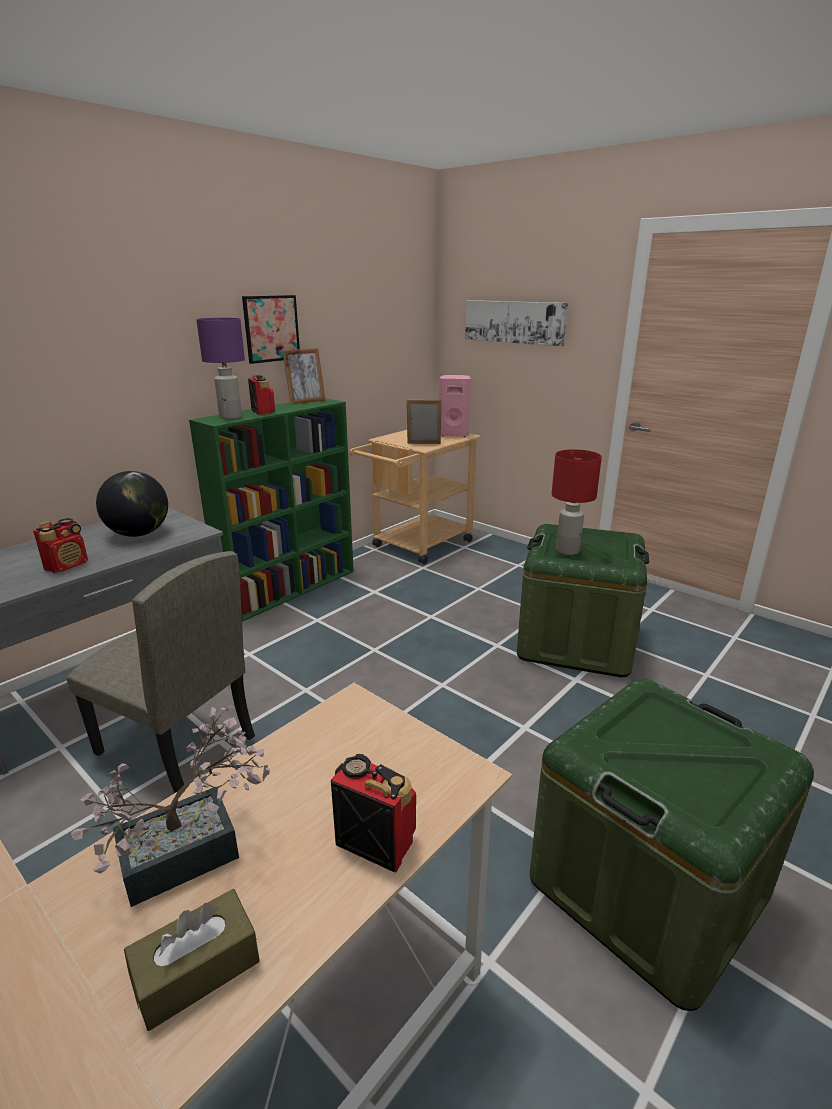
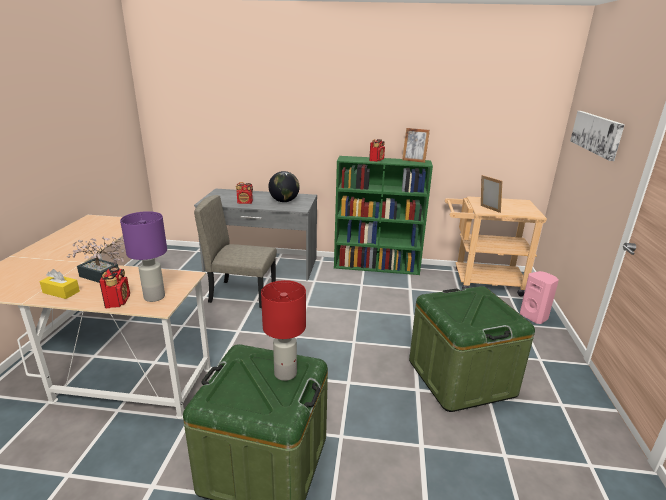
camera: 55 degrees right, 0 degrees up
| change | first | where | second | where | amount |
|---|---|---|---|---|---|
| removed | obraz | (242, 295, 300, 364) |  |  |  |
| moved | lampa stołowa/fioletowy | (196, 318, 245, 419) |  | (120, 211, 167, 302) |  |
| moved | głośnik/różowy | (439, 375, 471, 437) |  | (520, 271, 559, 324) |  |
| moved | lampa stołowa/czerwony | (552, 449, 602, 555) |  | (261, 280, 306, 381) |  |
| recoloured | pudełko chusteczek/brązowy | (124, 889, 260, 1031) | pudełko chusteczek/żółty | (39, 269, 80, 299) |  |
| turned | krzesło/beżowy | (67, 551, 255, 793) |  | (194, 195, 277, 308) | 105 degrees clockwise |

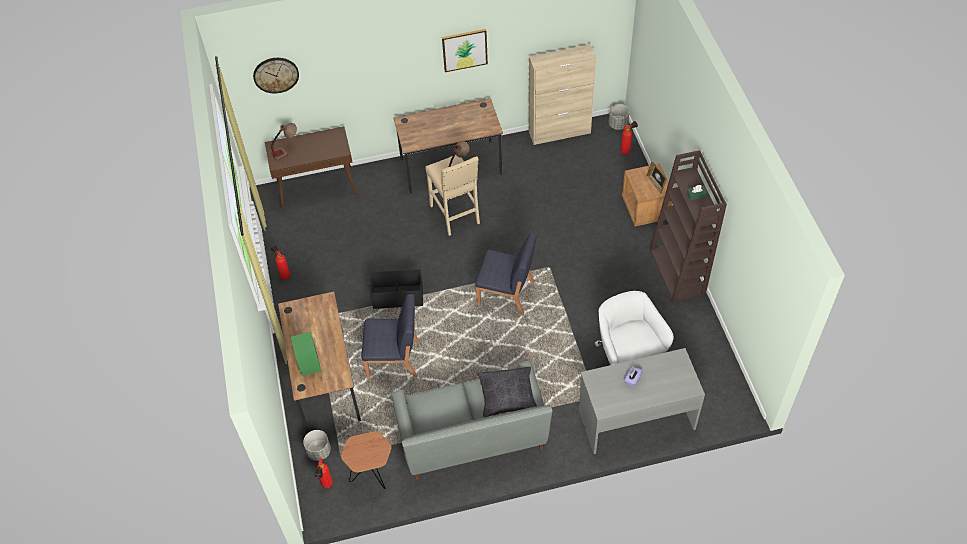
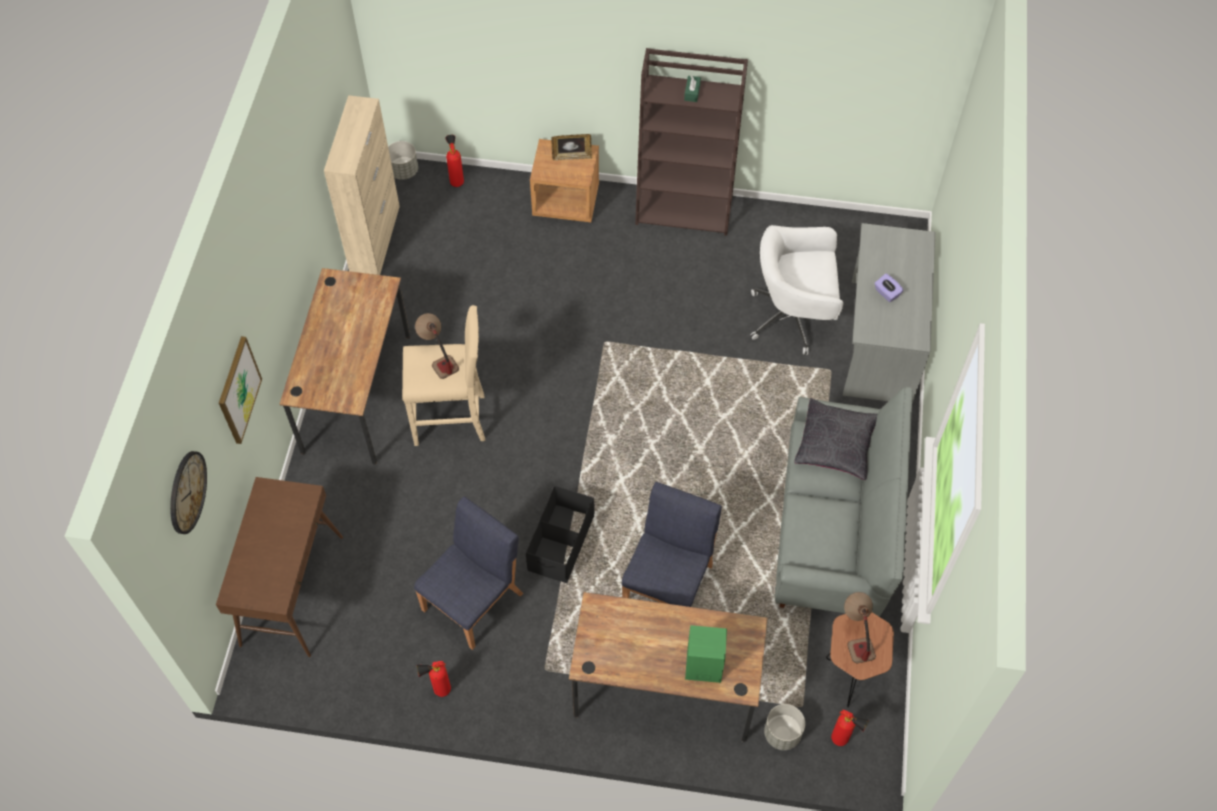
camera: 70 degrees left, 5 degrees up
| change | first | where | second | where | amount |
|---|---|---|---|---|---|
| moved | lampa stołowa | (271, 123, 297, 160) |  | (844, 592, 876, 664) |  |
| moved | obraz | (442, 29, 488, 72) |  | (219, 336, 262, 444) |  |
| moved | krzesło/niebieski | (475, 234, 537, 316) |  | (414, 496, 523, 650) |  |

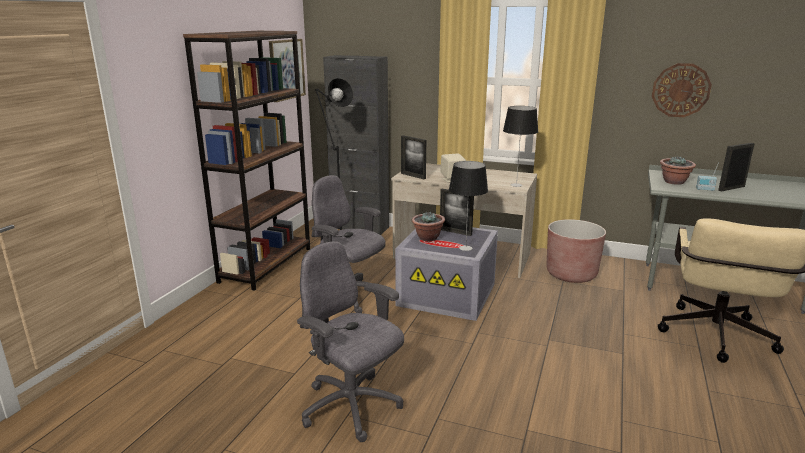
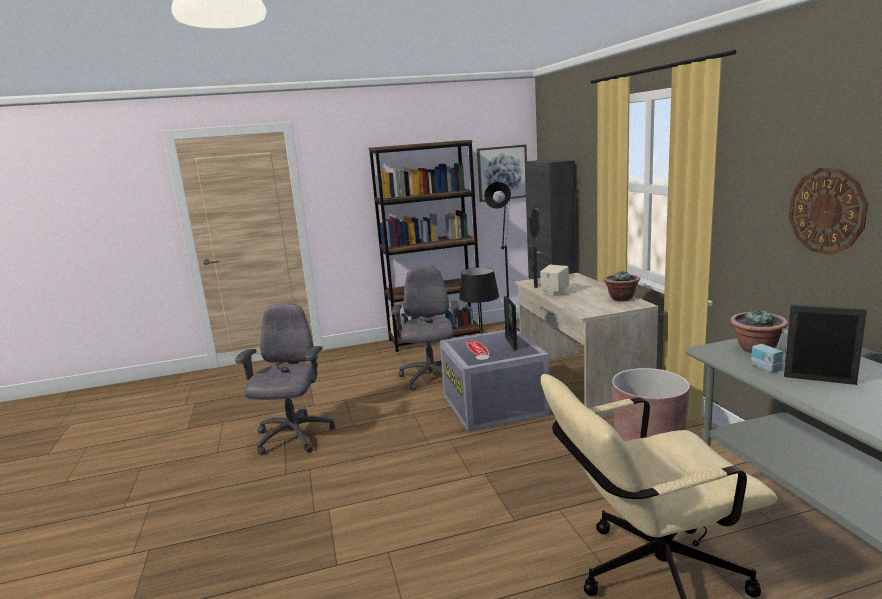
camera: 55 degrees right, 5 degrees down
| change | first | where | second | where | amount |
|---|---|---|---|---|---|
| removed | lampa stołowa | (503, 106, 538, 187) |  |  |  |
| moved | roślina doniczkowa | (412, 211, 445, 241) |  | (604, 270, 640, 301) |  |

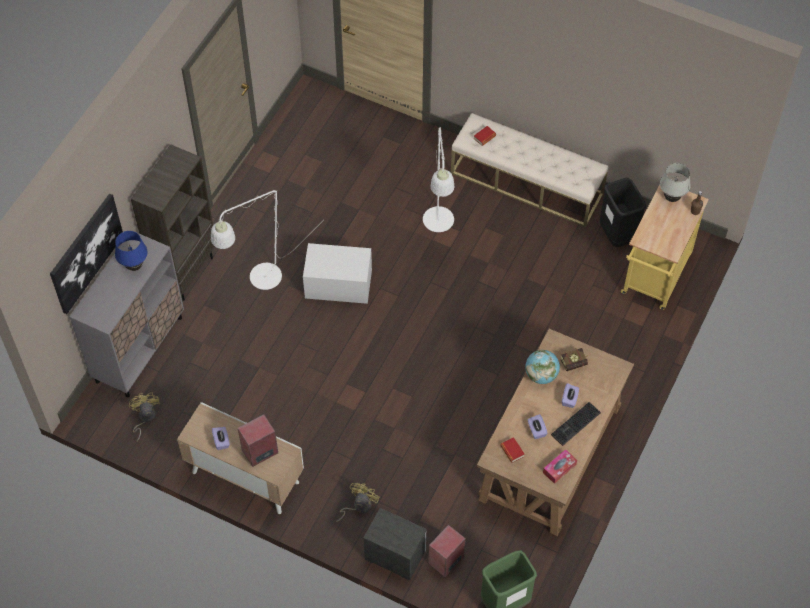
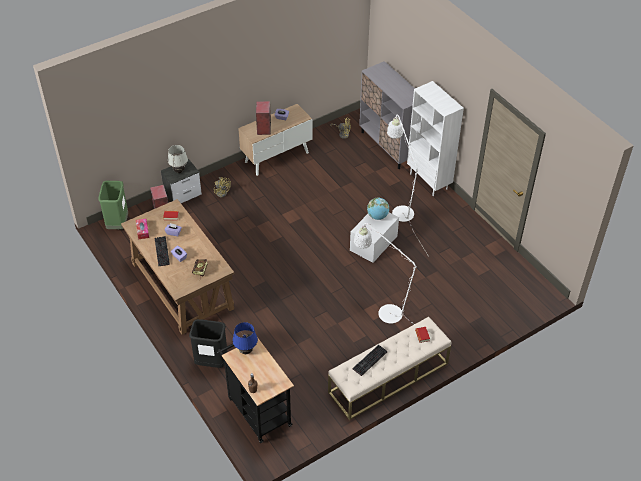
camera: 120 degrees right, 10 degrees down
| change | first | where | second | where | amount |
|---|---|---|---|---|---|
| removed | obraz | (50, 193, 123, 314) |  |  |  |
| added |  |  | klawiatura | (353, 345, 388, 376) |  |
| moved | lampa stołowa/niebieski | (115, 231, 148, 271) |  | (233, 322, 258, 354) |  |
| moved | globus | (525, 350, 560, 384) |  | (367, 198, 389, 220) |  |
| moved | kosz na śmieci/czarny | (600, 178, 646, 247) |  | (189, 319, 227, 368) |  |
| moved | lampa stołowa/biały | (660, 163, 691, 202) |  | (168, 145, 188, 173) |  |
| recoloured | regał/brązowy | (131, 144, 215, 301) | regał/biały | (407, 81, 464, 196) |  |
| recoloured | wózek/żółty | (621, 185, 709, 310) | wózek/czarny | (217, 334, 294, 443) |  |

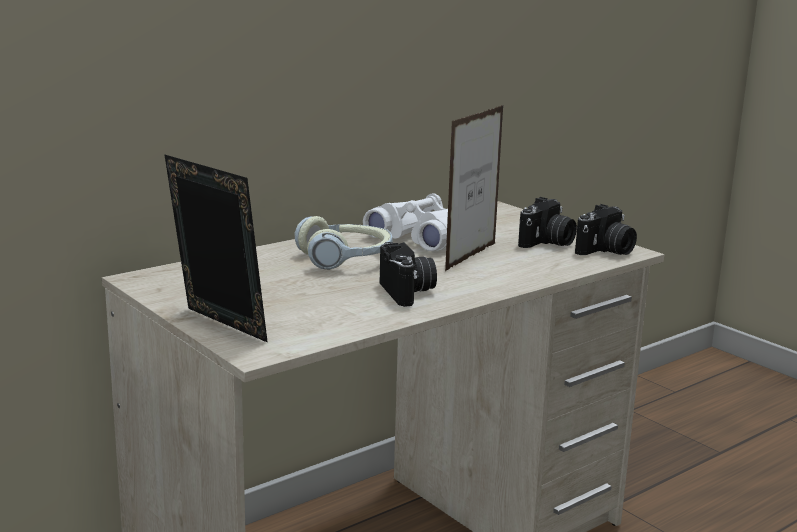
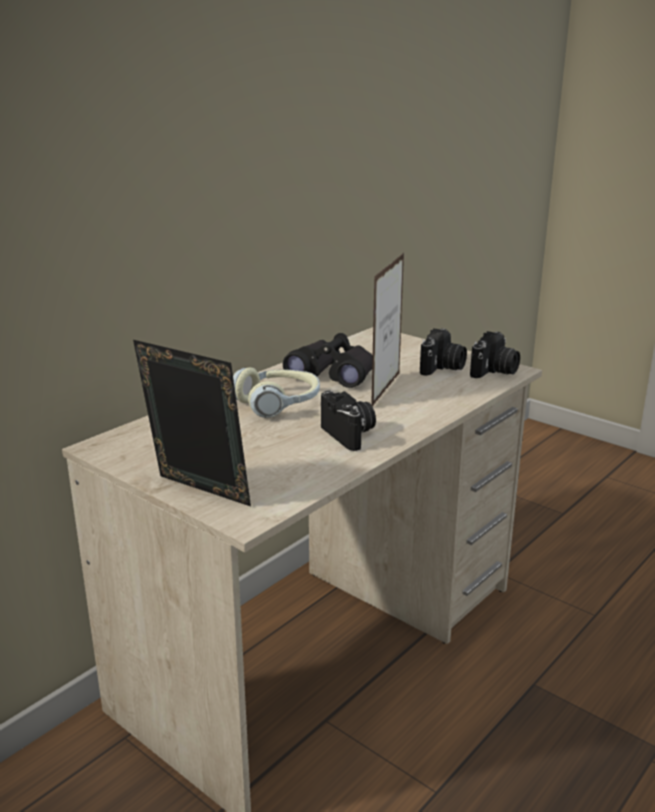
camera: 10 degrees left, 5 degrees up
| change | first | where | second | where | amount |
|---|---|---|---|---|---|
| recoloured | lornetka/biały | (363, 193, 448, 251) | lornetka/czarny | (283, 333, 373, 388) |  |

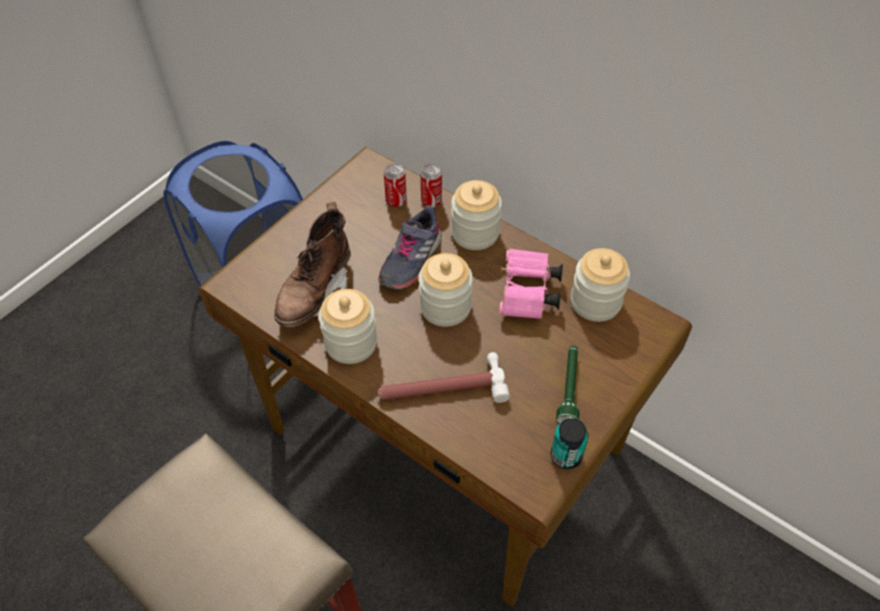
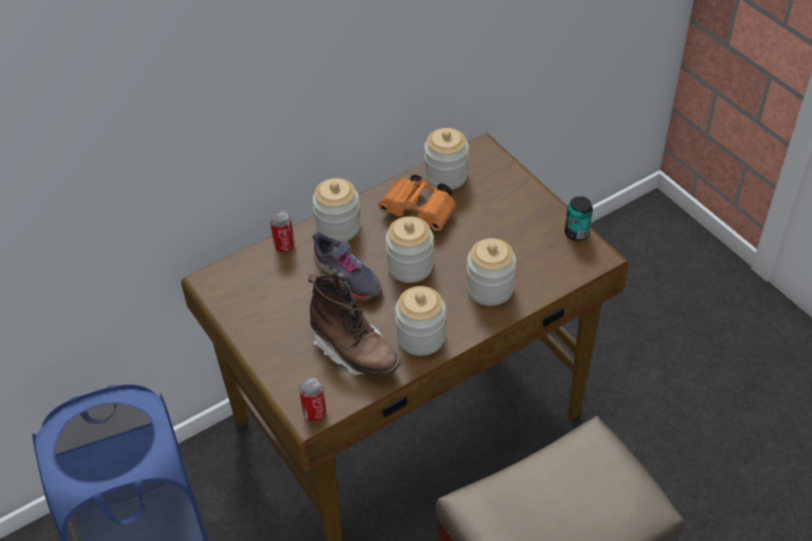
camera: 70 degrees left, 5 degrees down
| change | first | where | second | where | amount |
|---|---|---|---|---|---|
| removed | latarka/zielony | (556, 346, 579, 424) |  |  |  |
| moved | puszka | (384, 163, 407, 208) |  | (299, 377, 326, 422) |  |
| replaced | młotek | (377, 352, 510, 403) | słoik | (467, 238, 516, 306) |  |
| recoloured | lornetka/różowy | (499, 248, 563, 319) | lornetka/pomarańczowy | (378, 175, 456, 231) |  |

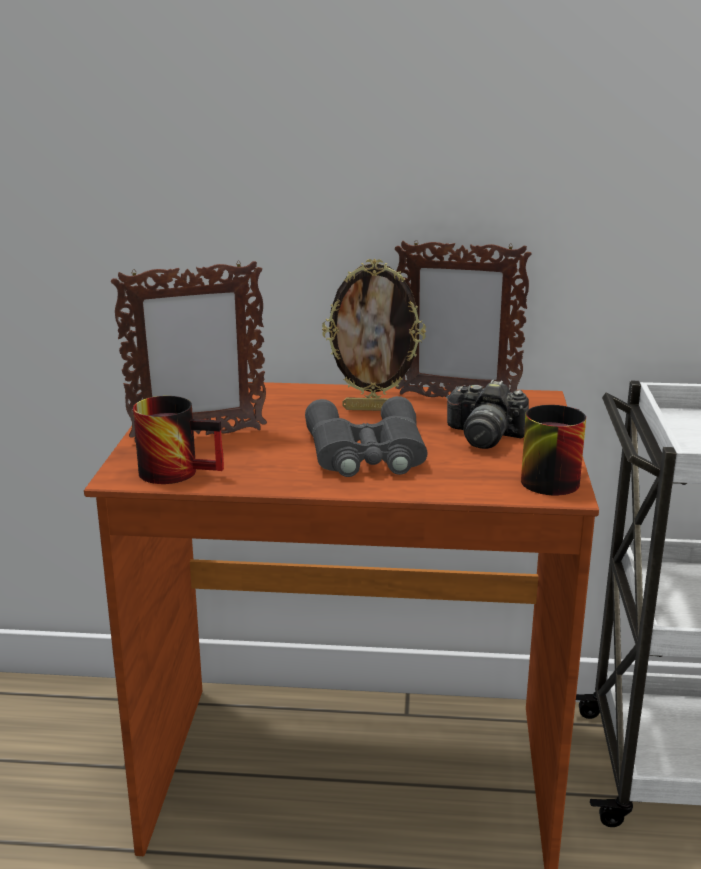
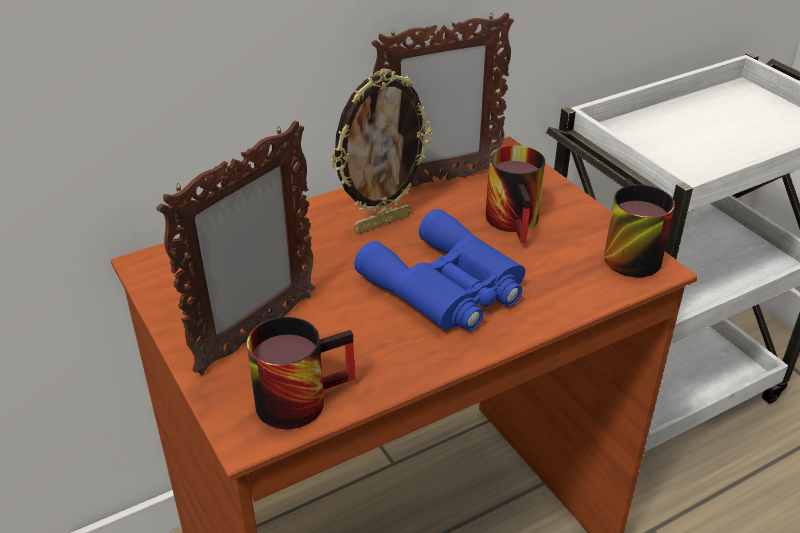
camera: 35 degrees left, 15 degrees up
| change | first | where | second | where | amount |
|---|---|---|---|---|---|
| replaced | aparat fotograficzny | (446, 380, 529, 449) | kubek | (485, 145, 545, 244) |  |
| recoloured | lornetka/szary | (305, 396, 428, 477) | lornetka/niebieski | (354, 209, 525, 331) |  |

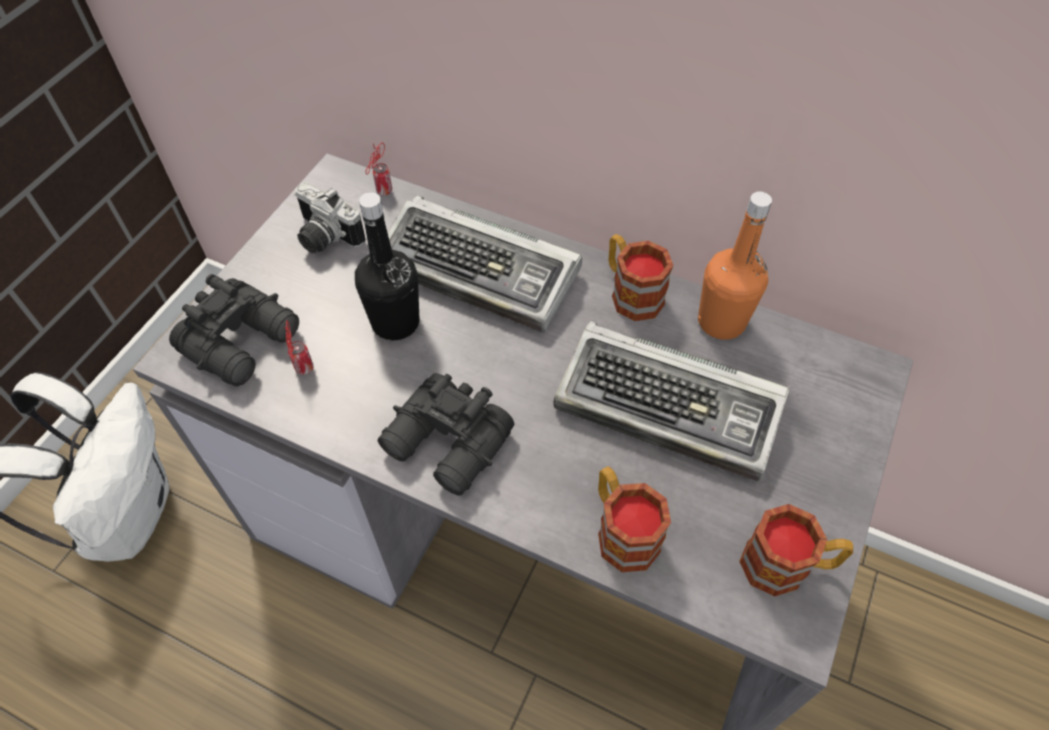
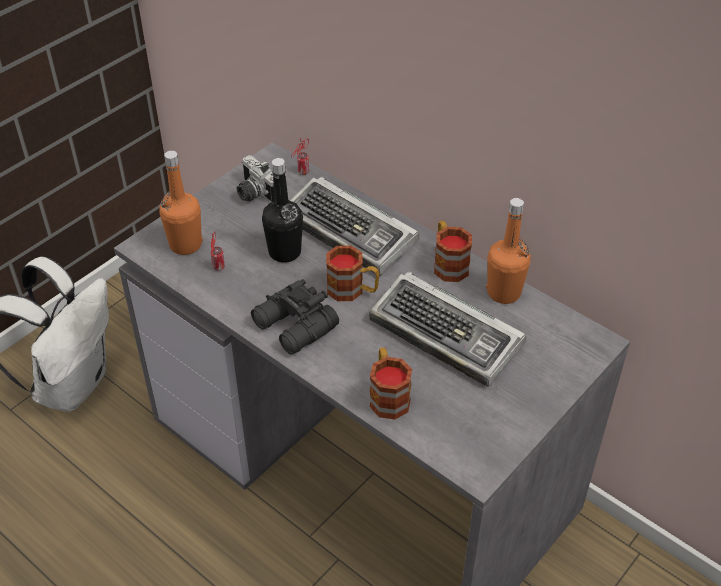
camera: 15 degrees right, 10 degrees down
| change | first | where | second | where | amount |
|---|---|---|---|---|---|
| moved | kubek | (739, 504, 853, 596) |  | (326, 246, 380, 301) |  |
| replaced | lornetka/czarny | (169, 274, 299, 386) | butelka/pomarańczowy | (159, 151, 203, 255) |  |

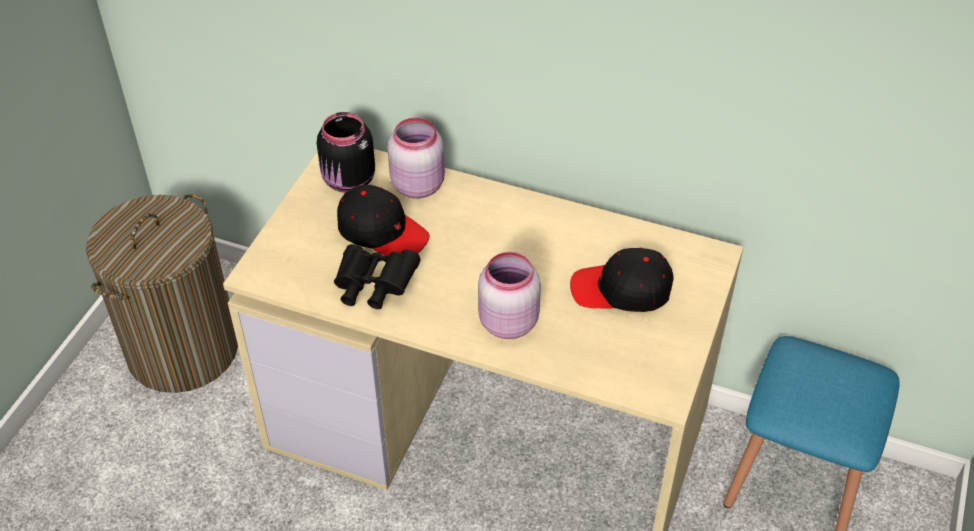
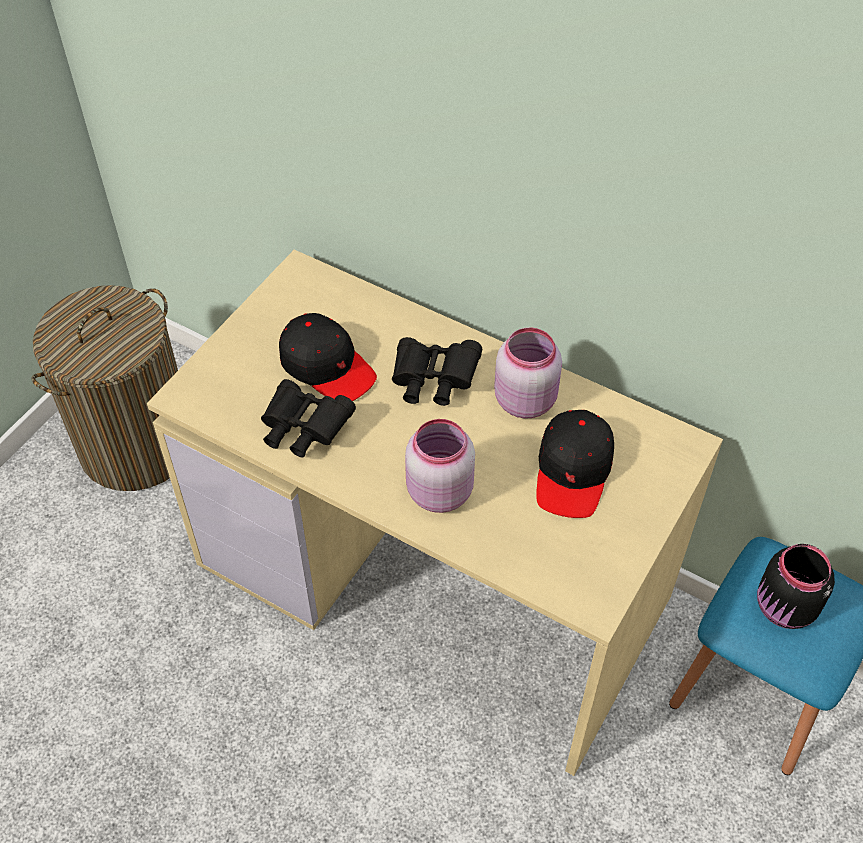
camera: 10 degrees right, 5 degrees up
| change | first | where | second | where | amount |
|---|---|---|---|---|---|
| added |  |  | lornetka/czarny | (392, 337, 482, 406) |  |
| moved | słoik/czarny | (317, 112, 375, 193) |  | (757, 544, 835, 629) |  |
| moved | słoik/różowy | (388, 118, 445, 199) |  | (494, 328, 562, 419) |  |
| turned | czapka z daszkiem/czarny | (570, 248, 674, 312) |  | (536, 410, 614, 518) | 90 degrees counterclockwise |

